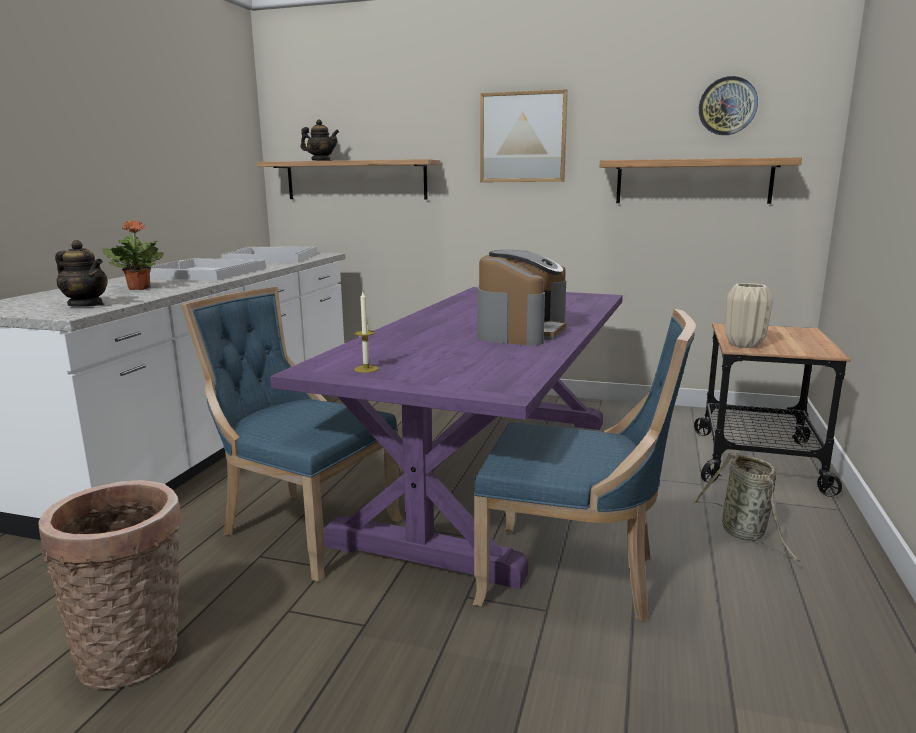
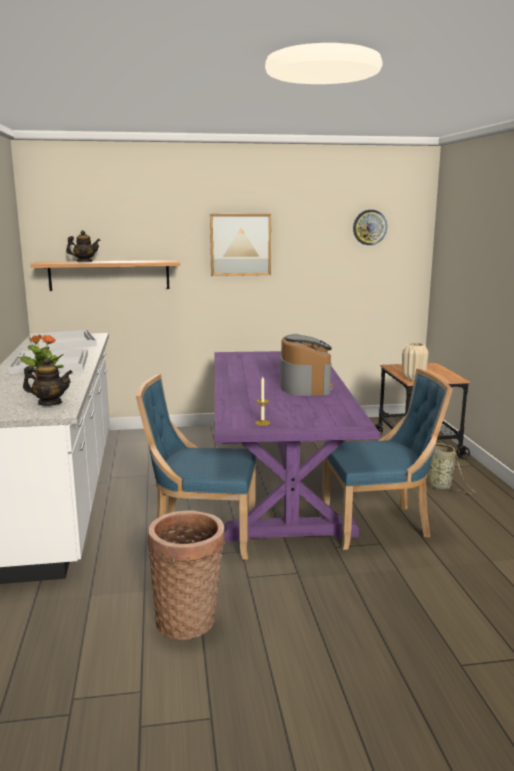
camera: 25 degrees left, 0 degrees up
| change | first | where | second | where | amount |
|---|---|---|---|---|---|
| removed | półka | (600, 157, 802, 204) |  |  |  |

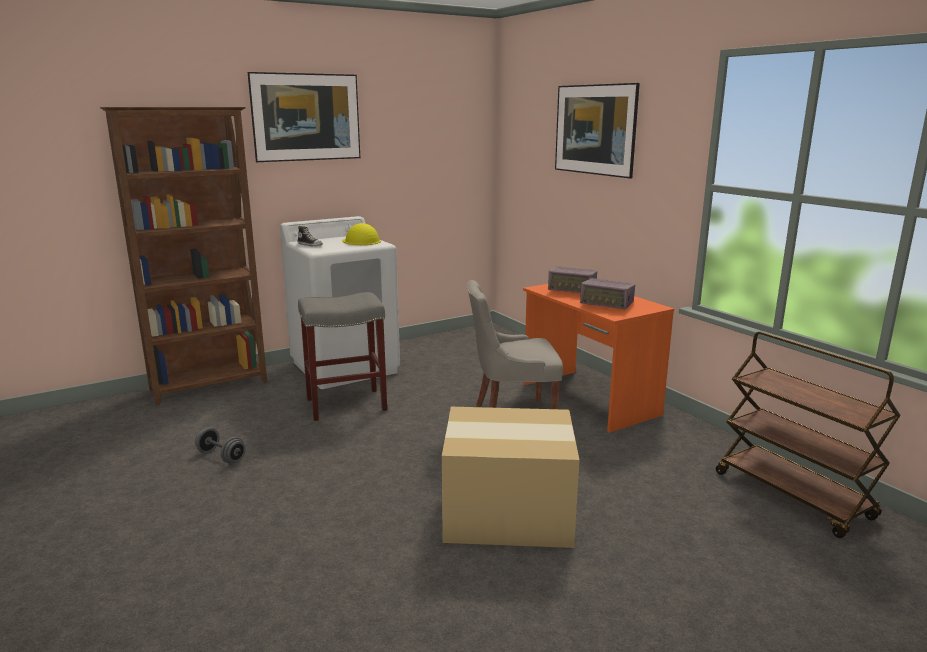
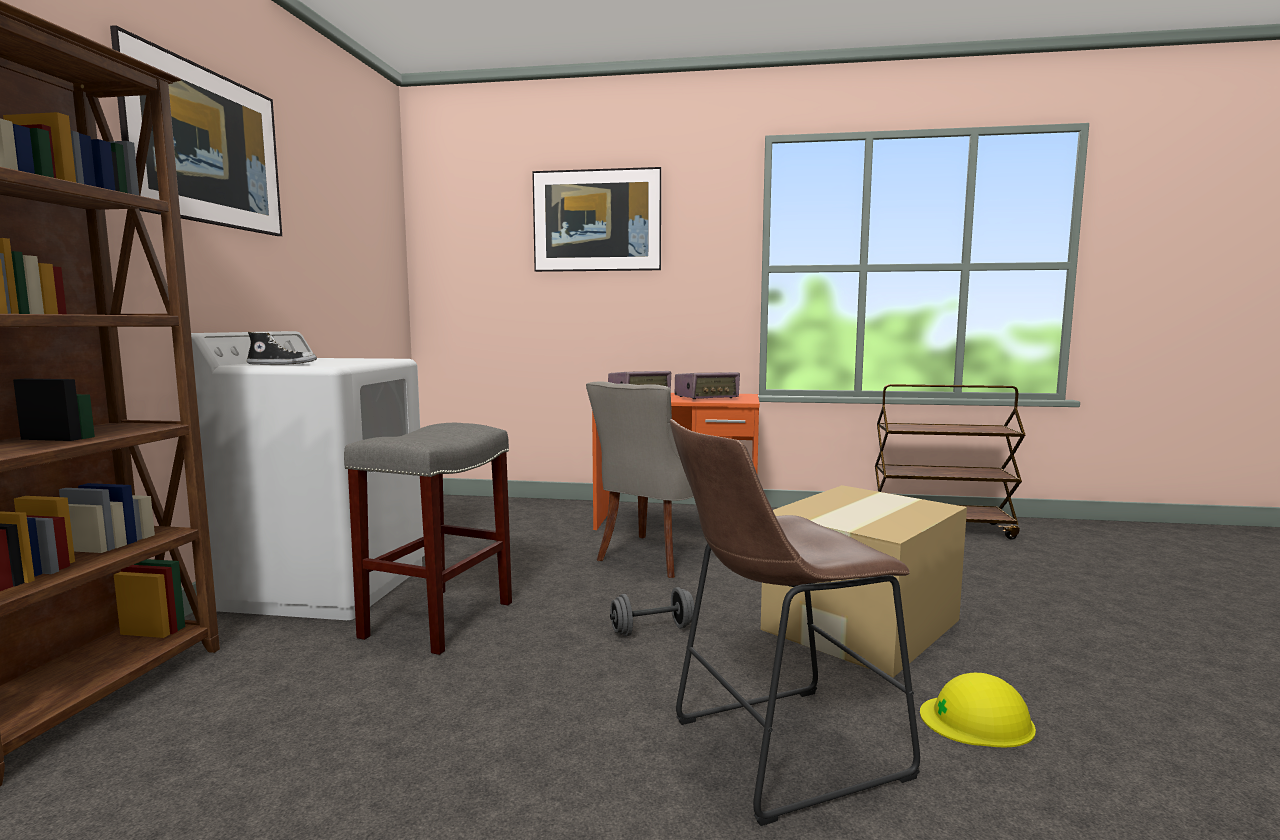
camera: 50 degrees left, 10 degrees down
| change | first | where | second | where | amount |
|---|---|---|---|---|---|
| added |  |  | stołek/brązowy | (670, 419, 920, 826) |  |
| moved | hantel/szary | (195, 427, 246, 464) |  | (610, 587, 695, 636) |  |
| moved | kask/żółty | (342, 223, 381, 245) |  | (920, 673, 1036, 748) |  |

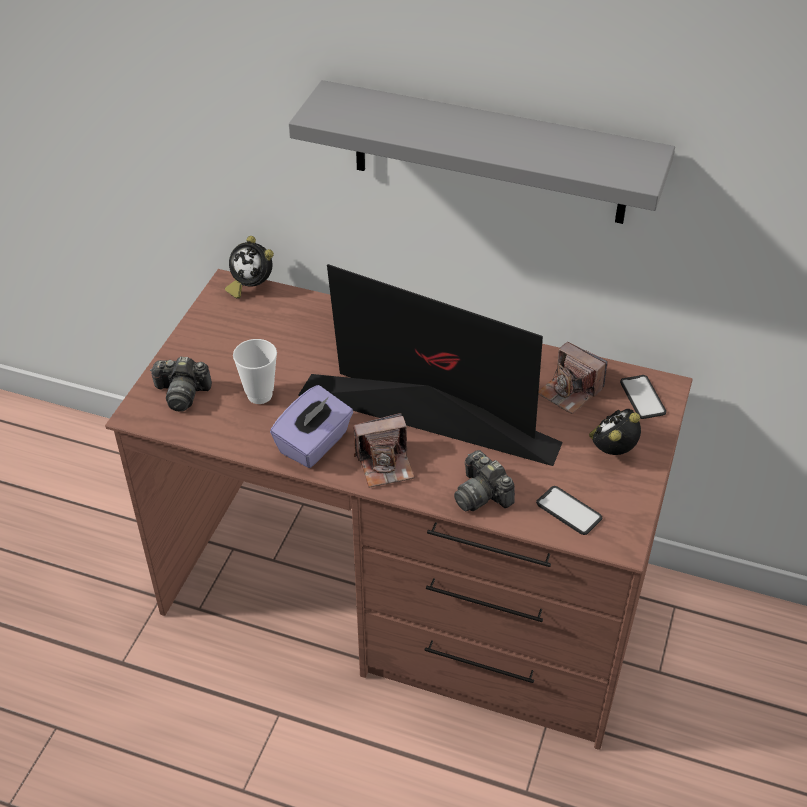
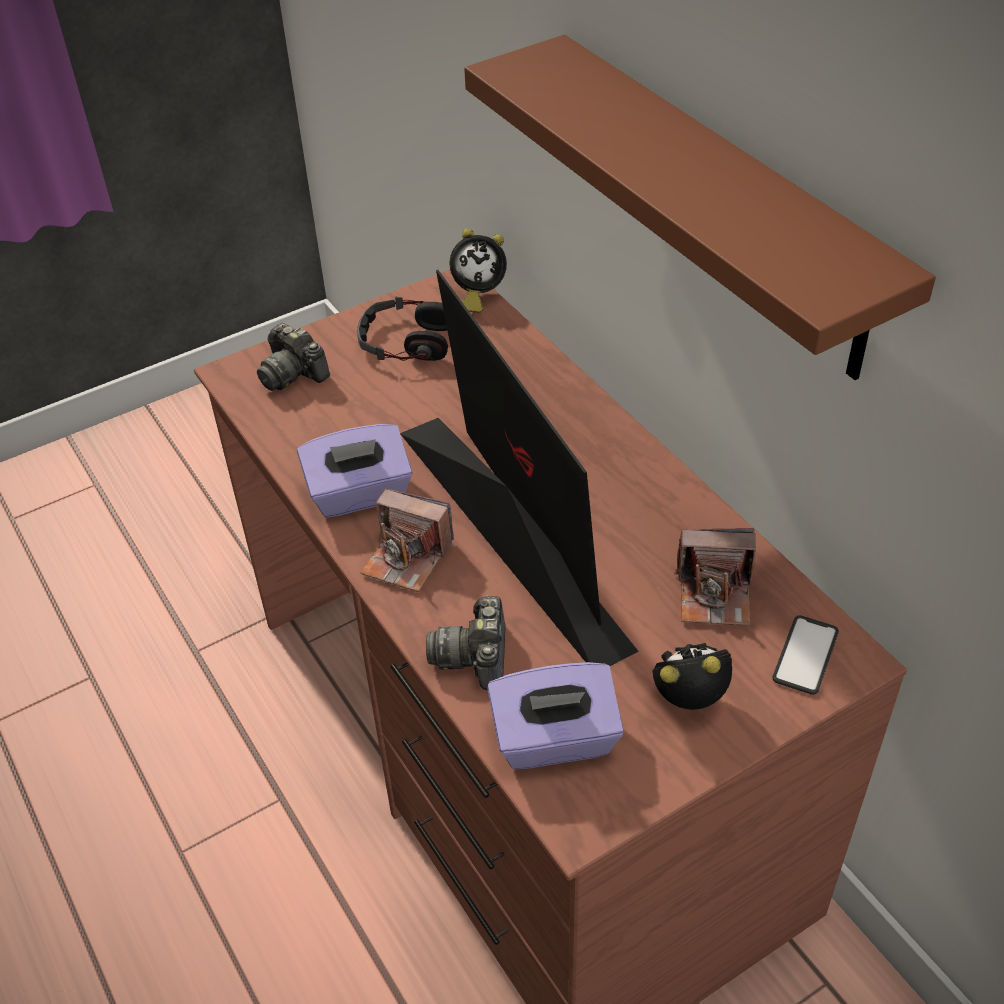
camera: 40 degrees right, 0 degrees up
| change | first | where | second | where | amount |
|---|---|---|---|---|---|
| removed | filiżanka | (233, 339, 277, 404) |  |  |  |
| added |  |  | słuchawki | (357, 297, 448, 361) |  |
| replaced | telefon | (536, 486, 602, 535) | pudełko chusteczek/fioletowy | (487, 662, 624, 769) |  |
| recoloured | półka/szary | (289, 80, 675, 224) | półka/brązowy | (464, 35, 936, 380) |  |
| turned | budzik | (225, 236, 274, 299) |  | (449, 228, 507, 313) | 75 degrees counterclockwise |
| turned | aparat fotograficzny | (538, 342, 608, 414) |  | (674, 528, 756, 626) | 75 degrees counterclockwise |

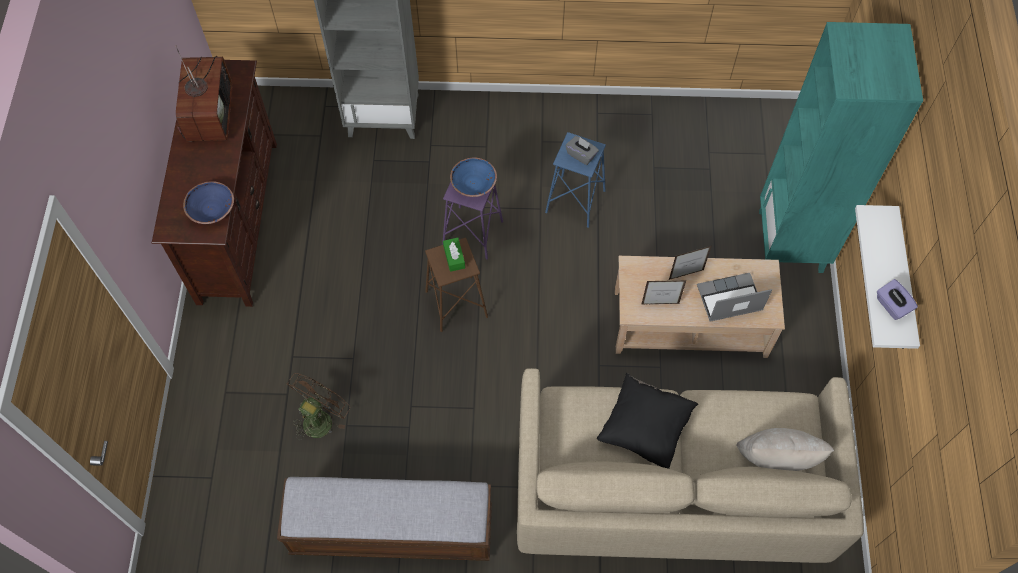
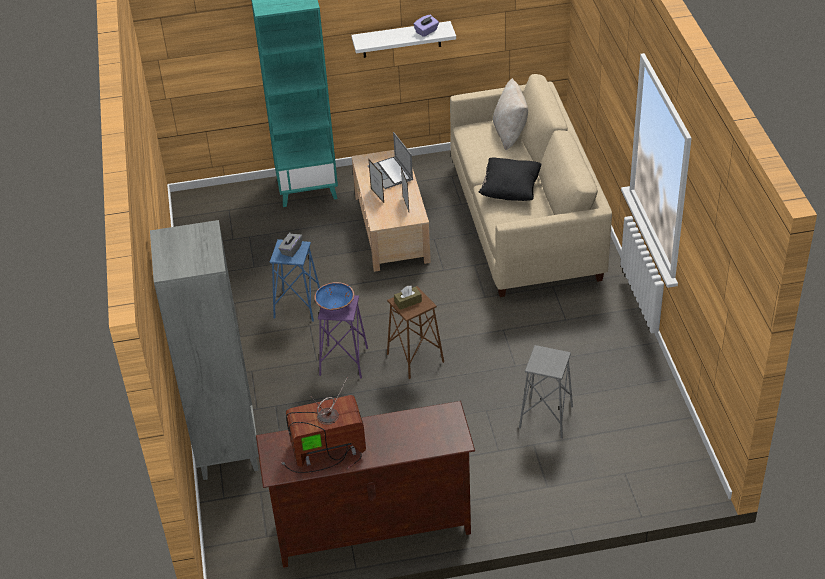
camera: 100 degrees left, 20 degrees down
| change | first | where | second | where | amount |
|---|---|---|---|---|---|
| removed | miska/niebieski | (183, 181, 234, 224) |  |  |  |
| removed | ławka | (277, 477, 492, 561) |  |  |  |
| replaced | wentylator/brązowy | (286, 373, 350, 440) | stołek/szary | (519, 345, 573, 439) |  |
| recoloured | pudełko chusteczek/zielony | (443, 237, 465, 272) | pudełko chusteczek/brązowy | (394, 286, 422, 310) |  |

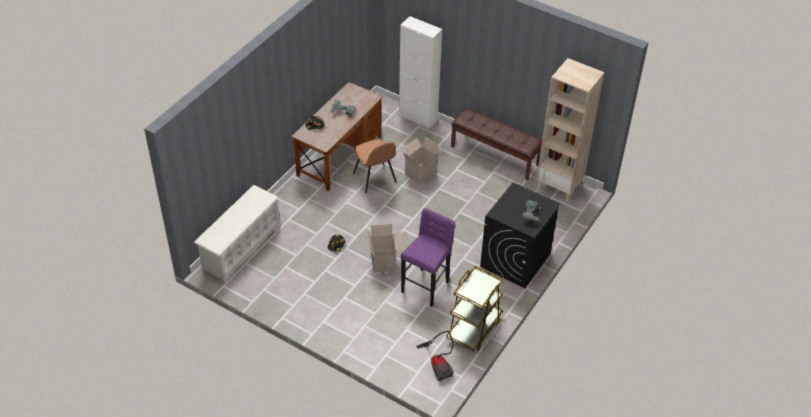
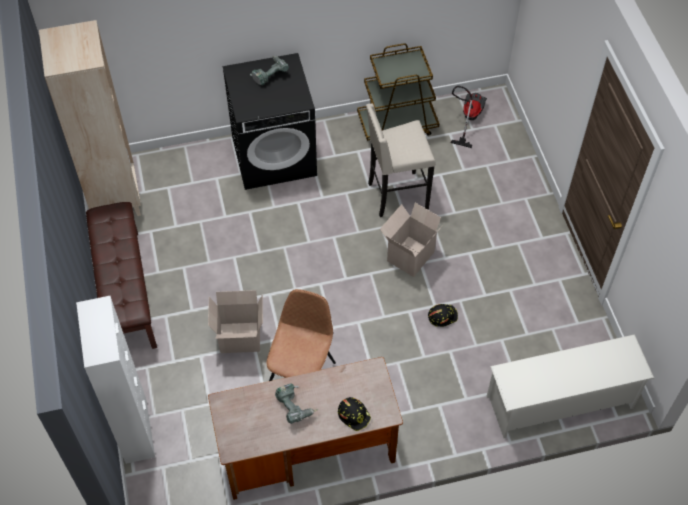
camera: 135 degrees left, 10 degrees up
| change | first | where | second | where | amount |
|---|---|---|---|---|---|
| recoloured | stołek/fioletowy | (401, 208, 455, 307) | stołek/beżowy | (366, 103, 435, 217) |  |

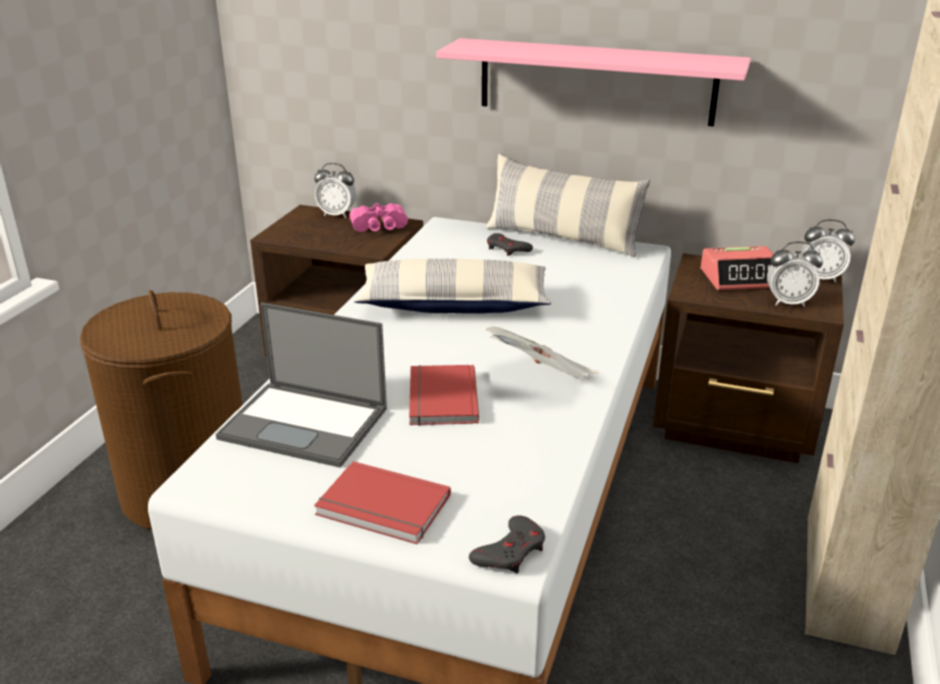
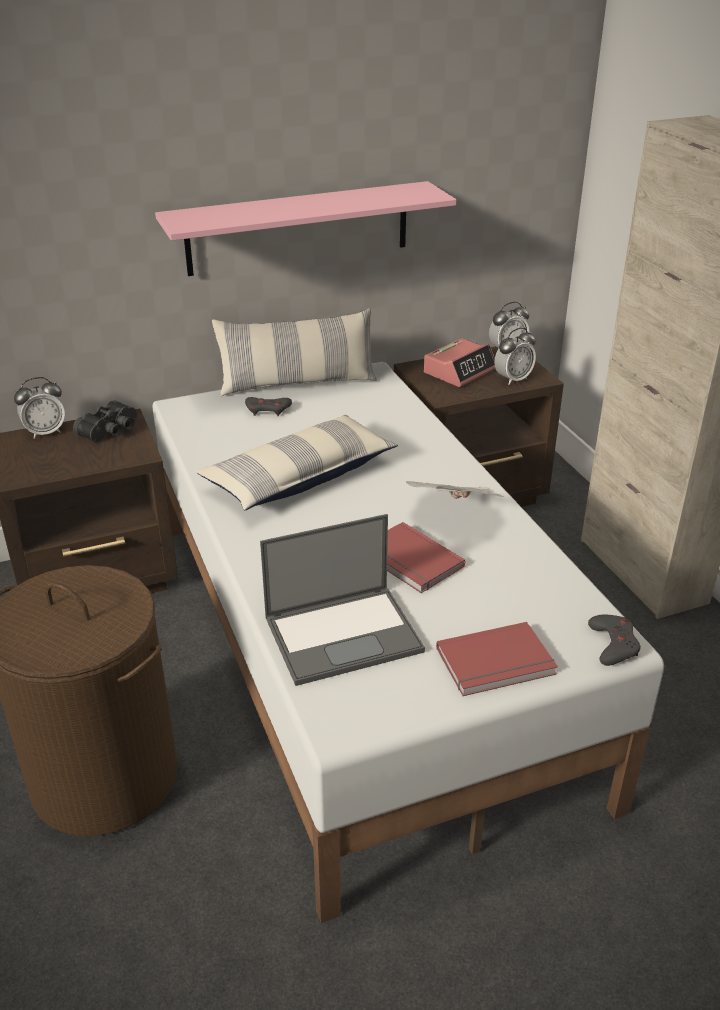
camera: 40 degrees left, 5 degrees up
| change | first | where | second | where | amount |
|---|---|---|---|---|---|
| recoloured | lornetka/różowy | (349, 203, 408, 232) | lornetka/czarny | (73, 400, 137, 442) |  |

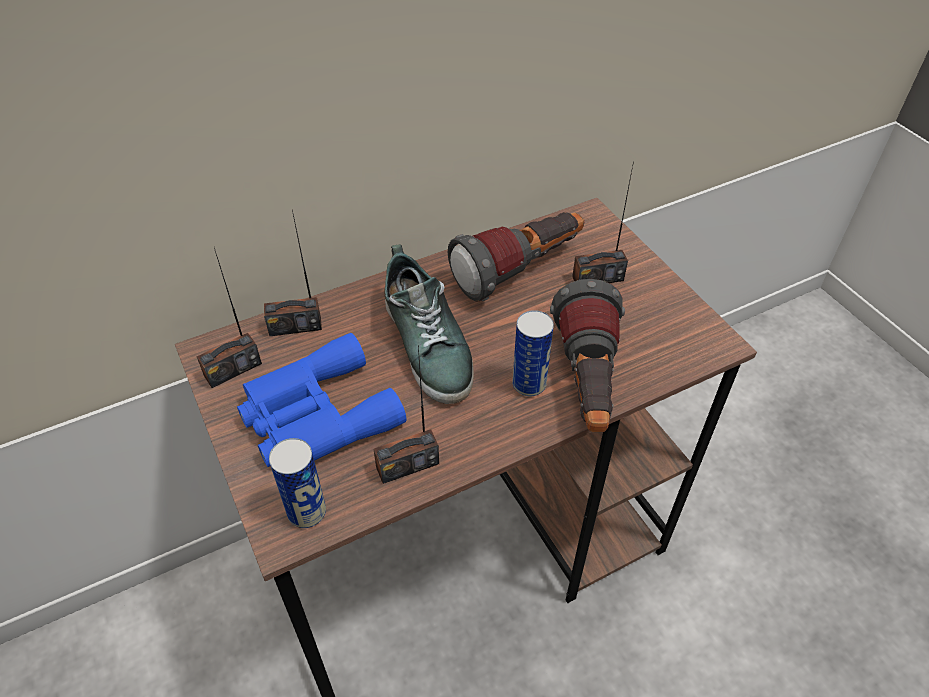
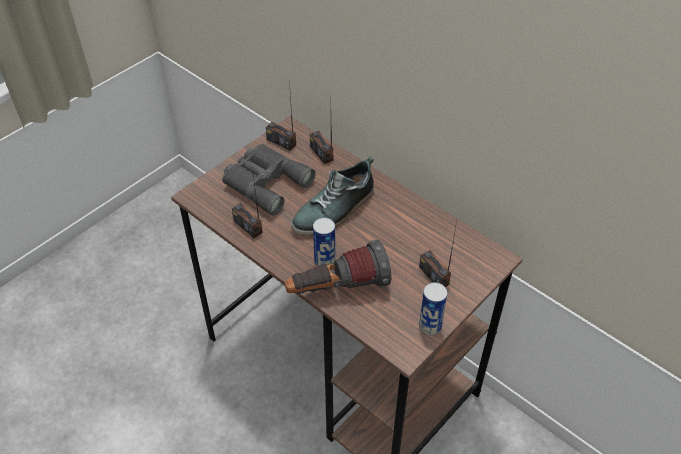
camera: 70 degrees right, 0 degrees up
| change | first | where | second | where | amount |
|---|---|---|---|---|---|
| removed | latarka | (448, 212, 584, 302) |  |  |  |
| moved | puszka | (269, 438, 326, 528) |  | (419, 282, 448, 336) |  |
| recoloured | lornetka/niebieski | (237, 333, 407, 467) | lornetka/szary | (222, 144, 316, 216) |  |

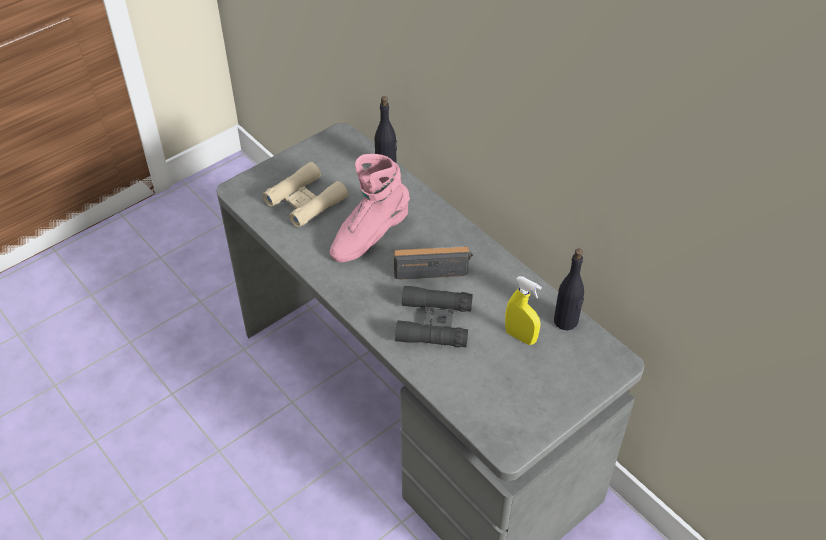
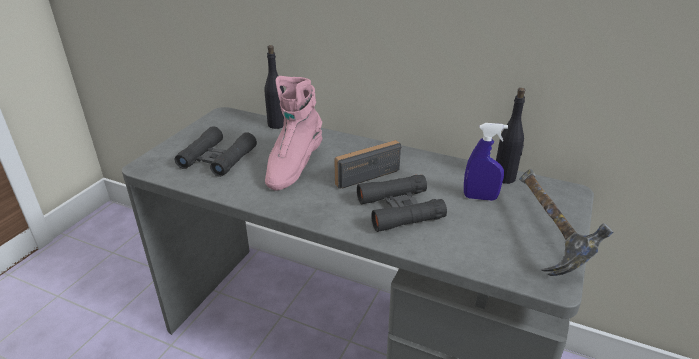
camera: 25 degrees left, 15 degrees down
| change | first | where | second | where | amount |
|---|---|---|---|---|---|
| added |  |  | młotek | (519, 169, 614, 276) |  |
| recoloured | lornetka/beżowy | (262, 162, 348, 227) | lornetka/czarny | (175, 126, 257, 177) |  |
| recoloured | spryskiwacz/żółty | (505, 276, 542, 345) | spryskiwacz/niebieski | (464, 123, 508, 201) |  |

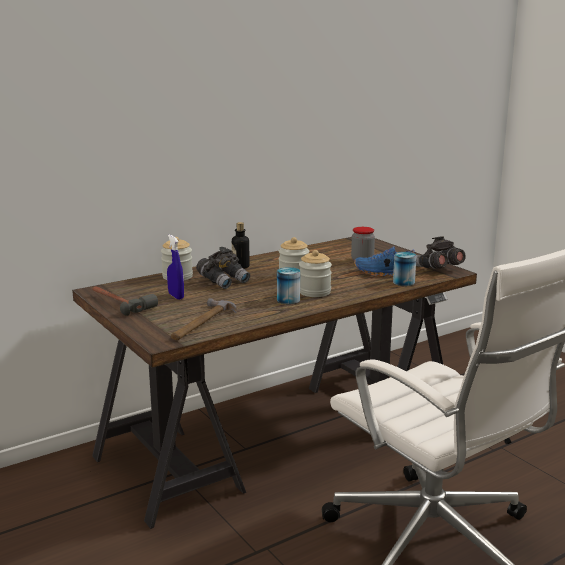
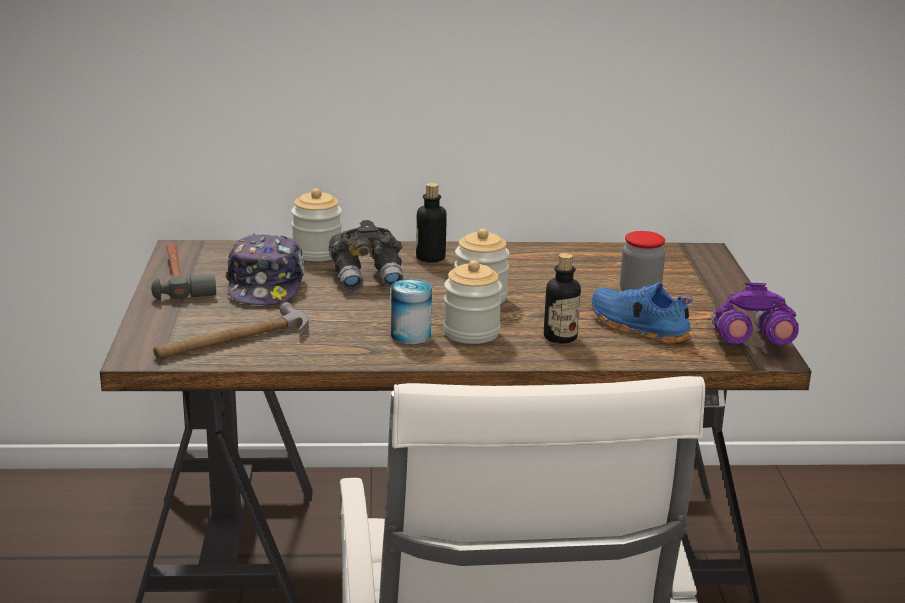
camera: 30 degrees right, 5 degrees up
| change | first | where | second | where | amount |
|---|---|---|---|---|---|
| removed | puszka | (393, 252, 416, 286) |  |  |  |
| added |  |  | butelka | (544, 253, 581, 343) |  |
| replaced | spryskiwacz/niebieski | (167, 235, 184, 300) | czapka z daszkiem | (225, 233, 305, 305) |  |
| recoloured | lornetka/szary | (416, 237, 466, 269) | lornetka/fioletowy | (711, 282, 799, 345) |  |

